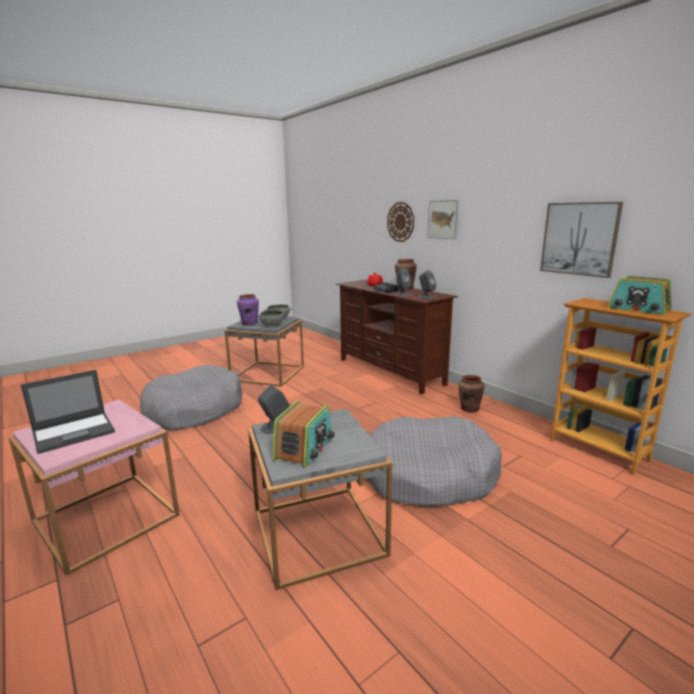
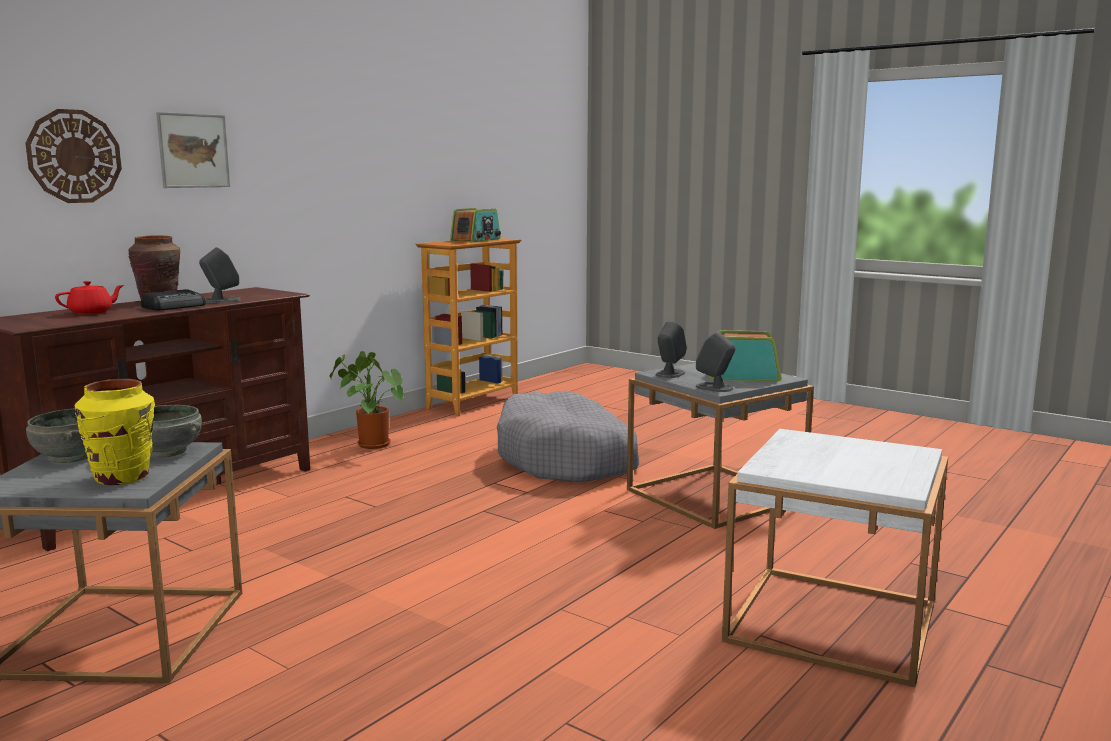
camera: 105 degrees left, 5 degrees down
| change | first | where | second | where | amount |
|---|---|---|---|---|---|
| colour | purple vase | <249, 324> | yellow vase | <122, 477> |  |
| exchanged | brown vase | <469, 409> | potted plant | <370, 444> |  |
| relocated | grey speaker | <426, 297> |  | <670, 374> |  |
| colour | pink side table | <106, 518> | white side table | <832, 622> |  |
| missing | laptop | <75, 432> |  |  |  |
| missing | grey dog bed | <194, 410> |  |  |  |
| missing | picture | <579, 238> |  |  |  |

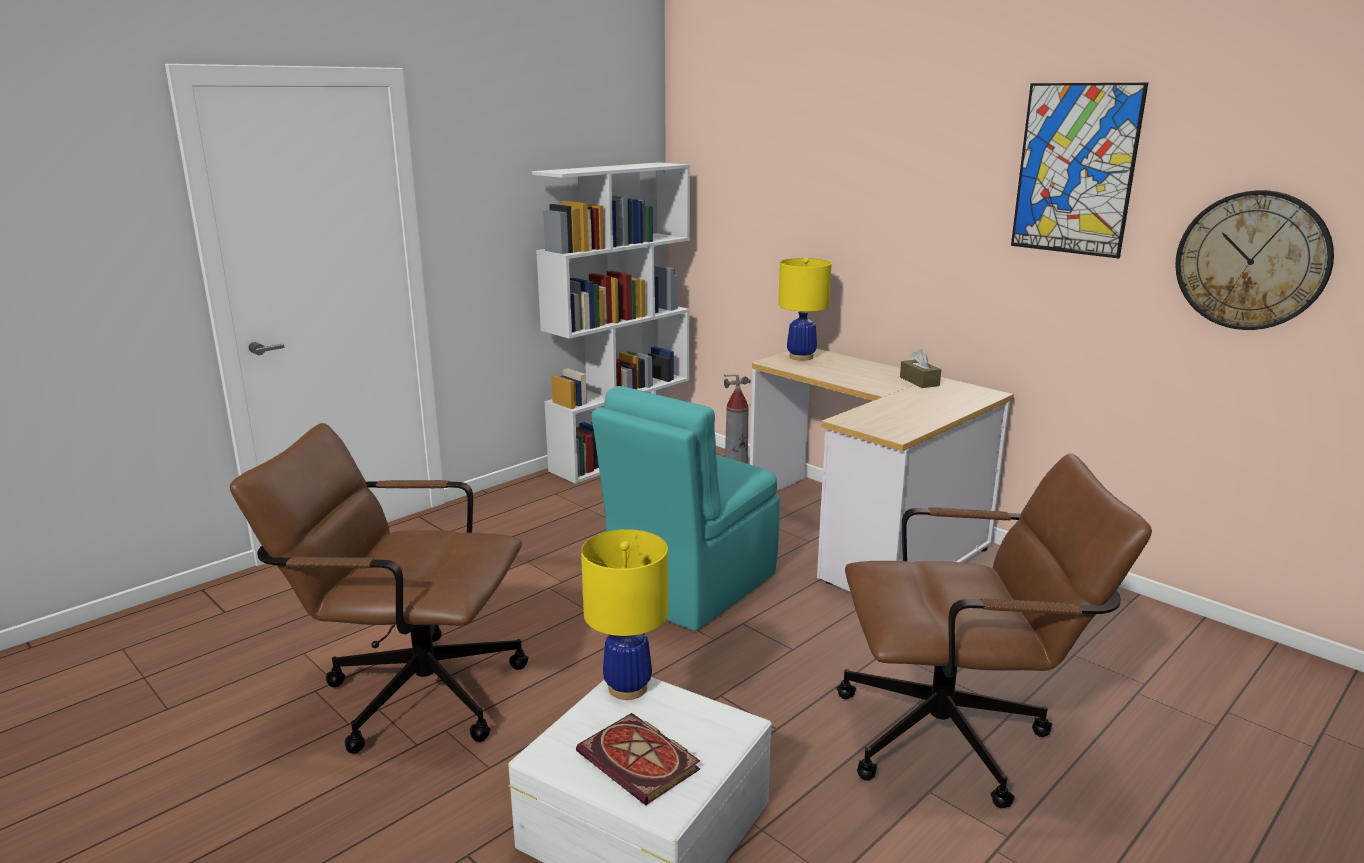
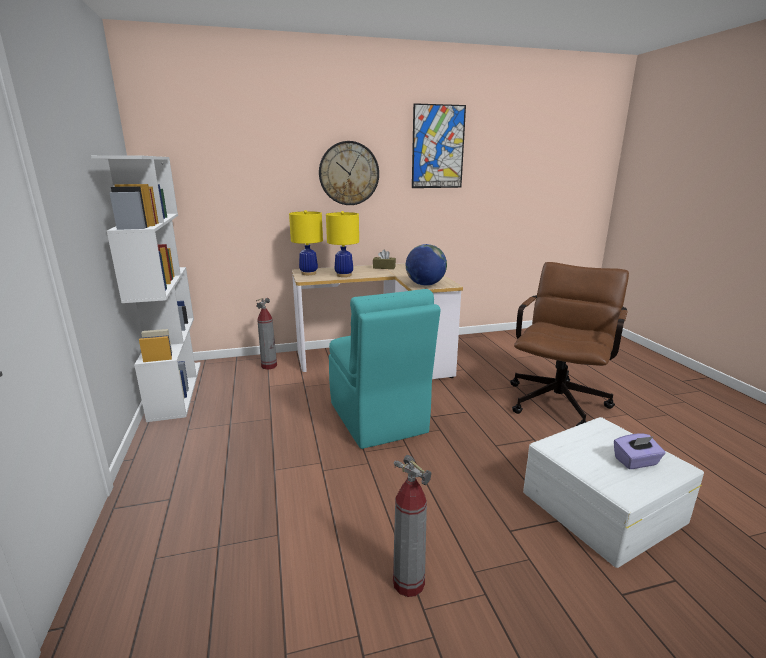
camera: 60 degrees left, 0 degrees up
| change | first | where | second | where | amount |
|---|---|---|---|---|---|
| relocated | wall clock | <1251, 260> |  | <349, 173> |  |
| relocated | yellow table lamp | <627, 688> |  | <344, 275> |  |
| exchanged | brown office chair | <408, 691> | fire extinguisher | <408, 583> |  |
| appeared |  |  | globe | <425, 285> |  |
| exchanged | book | <641, 762> | purple tissue box | <636, 462> |  |

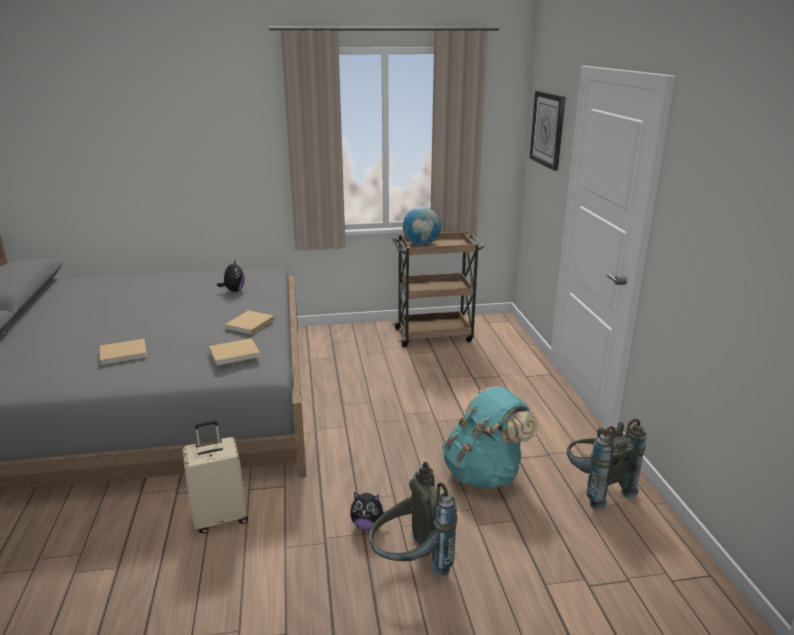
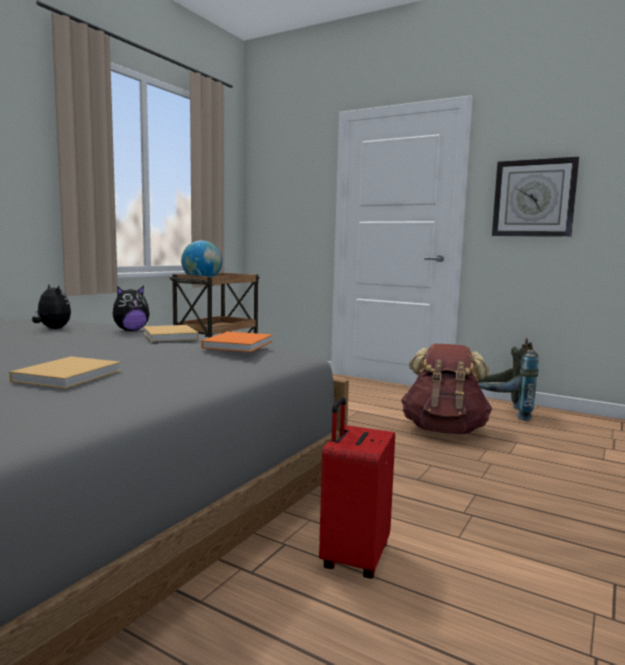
camera: 50 degrees left, 15 degrees down
| change | first | where | second | where | amount |
|---|---|---|---|---|---|
| relocated | plush toy | <367, 525> |  | <130, 330> |  |
| colour | beige book | <236, 353> | orange book | <239, 344> |  |
| colour | beige suitcase | <220, 518> | red suitcase | <353, 557> |  |
| colour | turquoise backpack | <484, 473> | brown backpack | <444, 430> |  |
| relocated | wall clock | <548, 129> |  | <534, 198> |  |
| missing | grey backpack | <410, 564> |  |  |  |

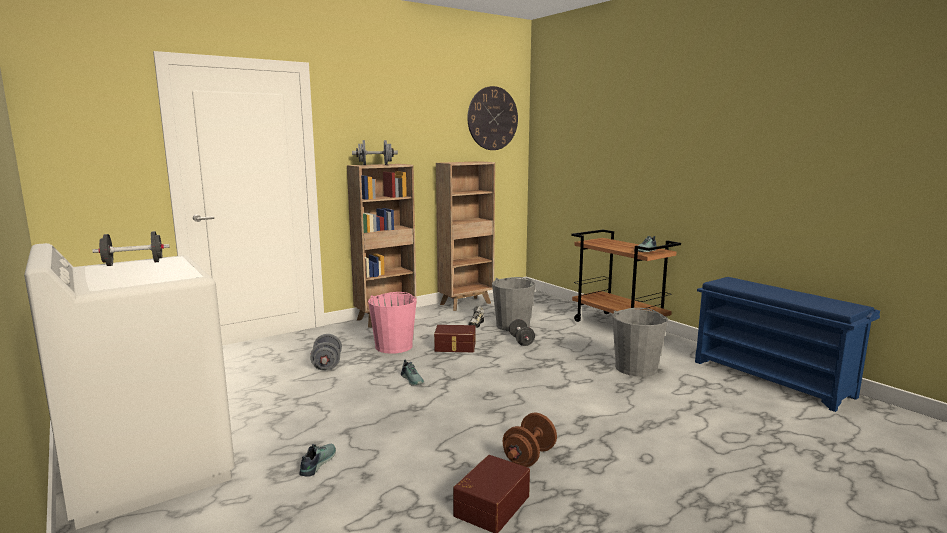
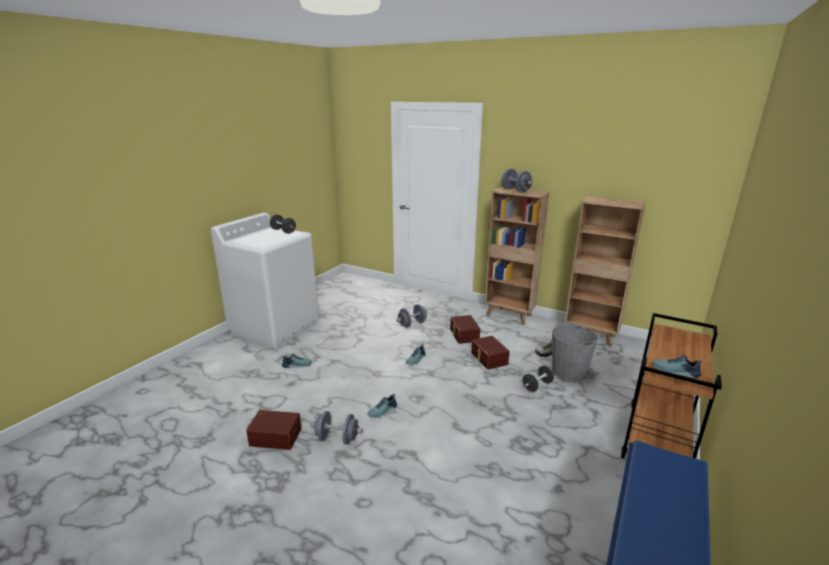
camera: 65 degrees right, 10 degrees up
| change | first | where | second | where | amount |
|---|---|---|---|---|---|
| colour | brown dumbbell | <529, 457> | grey dumbbell | <337, 438> |  |
| appeared |  |  | shoe | <383, 411> |  |
| exchanged | pink bucket | <394, 346> | brown storage box | <463, 335> |  |
| missing | wall clock | <492, 118> |  |  |  |
| missing | grey bucket | <636, 368> |  |  |  |

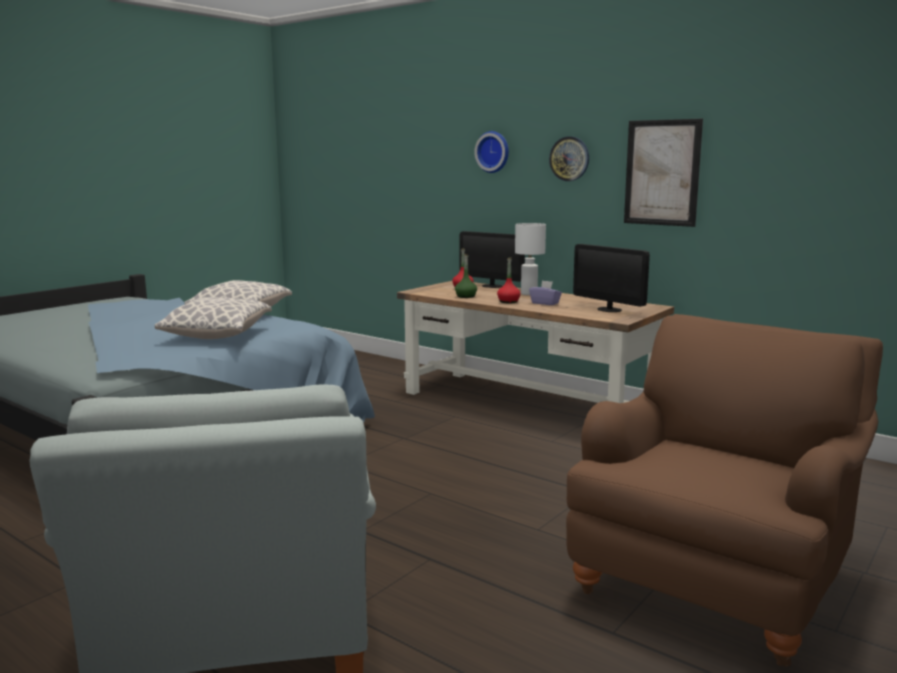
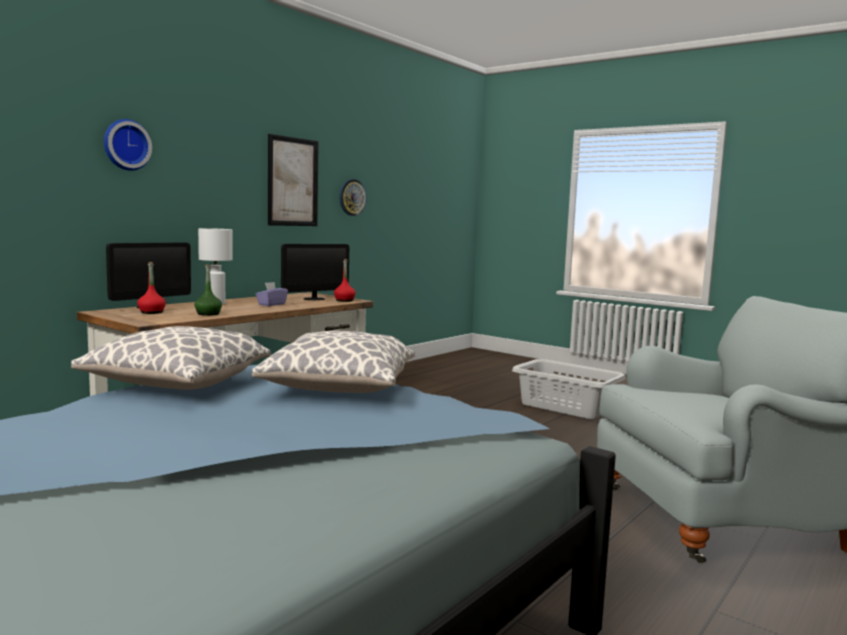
camera: 90 degrees left, 5 degrees down
| change | first | where | second | where | amount |
|---|---|---|---|---|---|
| relocated | red bottle | <508, 302> |  | <344, 300> |  |
| relocated | wall clock | <569, 158> |  | <352, 197> |  |
| exchanged | brown armchair | <715, 579> | grey laundry basket | <565, 406> |  |

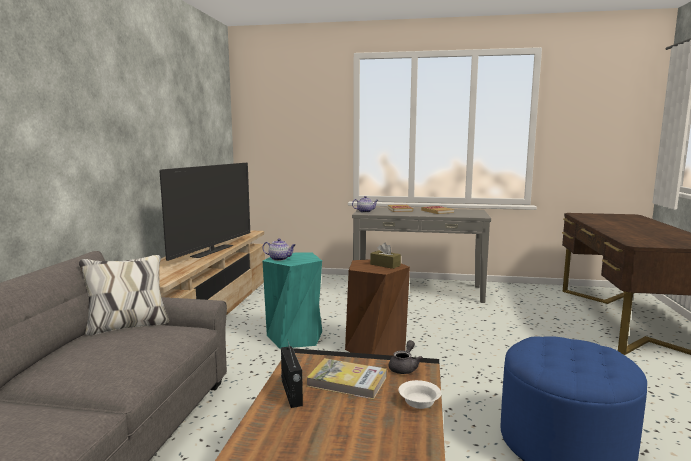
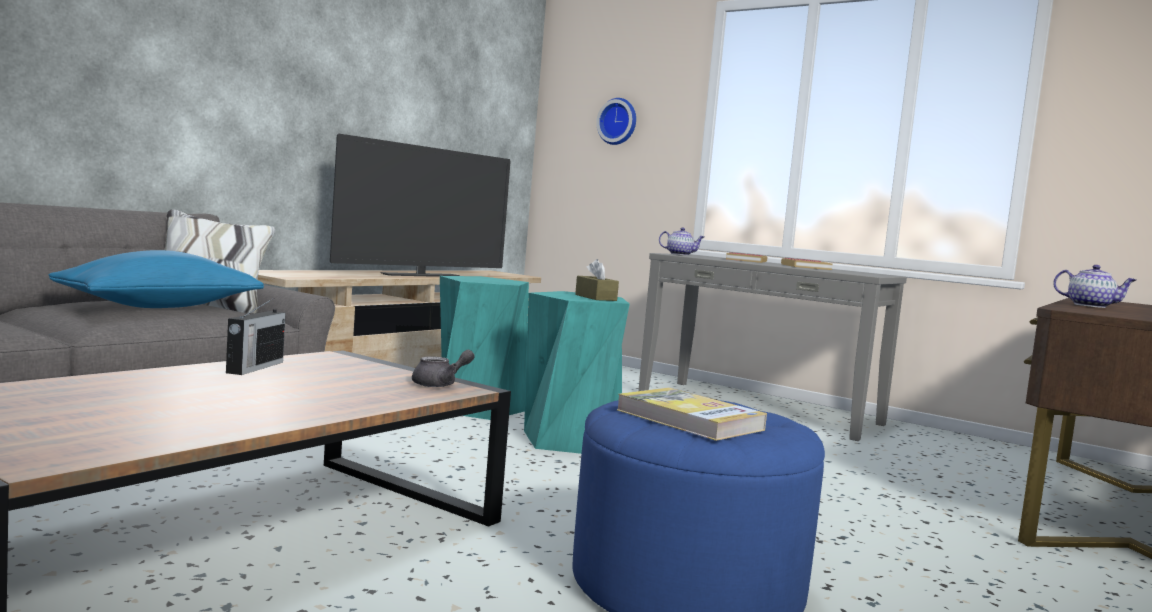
camera: 25 degrees right, 5 degrees down
| change | first | where | second | where | amount |
|---|---|---|---|---|---|
| appeared |  |  | blue pillow | <160, 306> |  |
| colour | brown stool | <376, 349> | turquoise stool | <571, 440> |  |
| appeared |  |  | wall clock | <618, 122> |  |
| relocated | book | <347, 381> |  | <689, 420> |  |
| relocated | teapot | <280, 259> |  | <1091, 306> |  |
| missing | white bowl | <420, 401> |  |  |  |

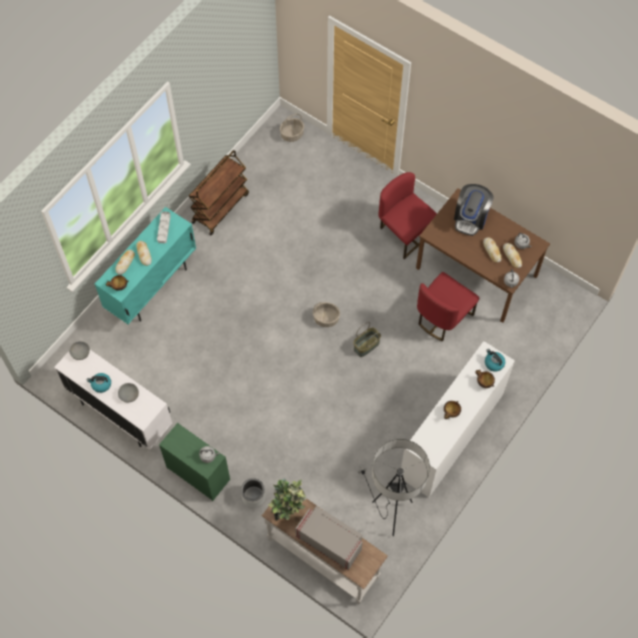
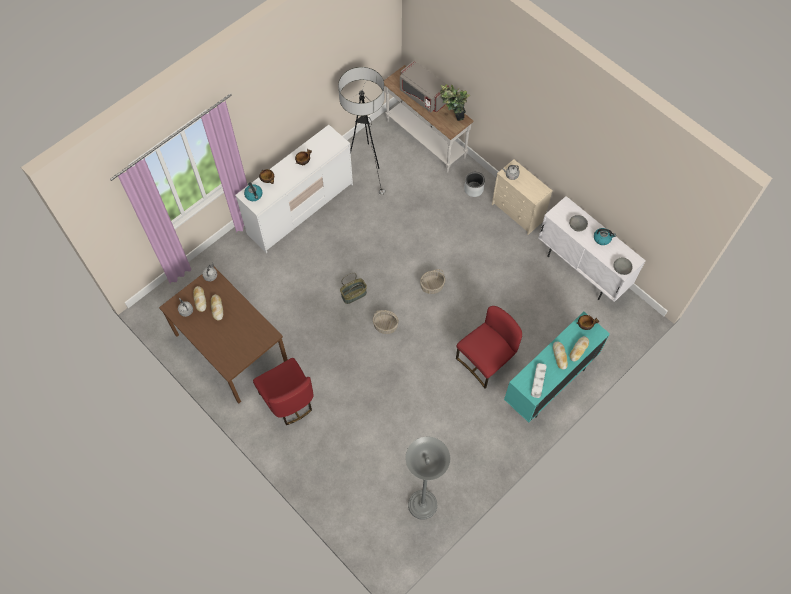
camera: 170 degrees left, 0 degrees up
| change | first | where | second | where | amount |
|---|---|---|---|---|---|
| appeared |  |  | grey floor lamp | <422, 505> |  |
| relocated | basket | <292, 134> |  | <432, 286> |  |
| relocated | red chair | <443, 317> |  | <486, 360> |  |
| colour | green dresser | <197, 473> | beige dresser | <518, 213> |  |
| missing | brown cart | <220, 207> |  |  |  |
| missing | coffee machine | <471, 218> |  |  |  |

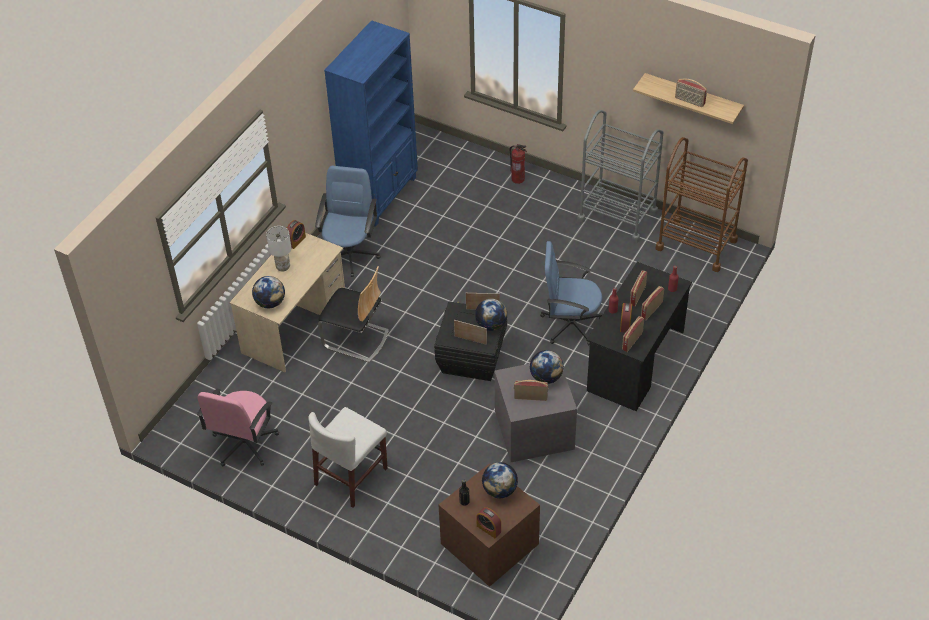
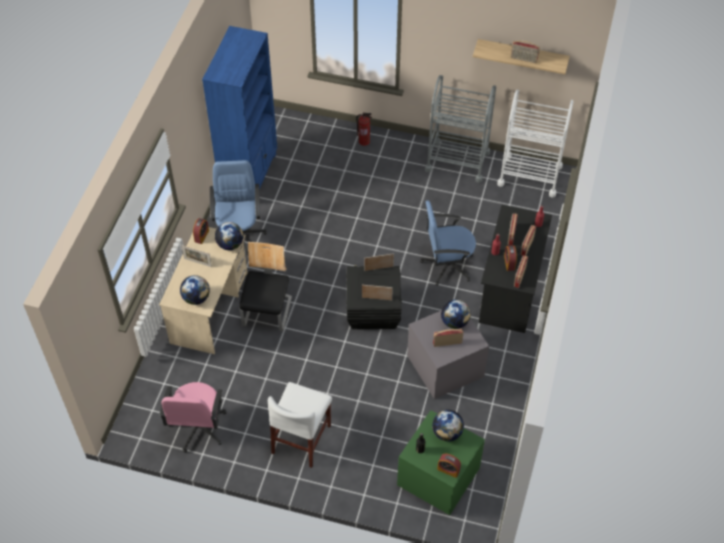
camera: 15 degrees left, 5 degrees up
| change | first | where | second | where | amount |
|---|---|---|---|---|---|
| exchanged | white table lamp | <283, 267> | picture frame | <198, 262> |  |
| relocated | globe | <491, 325> |  | <230, 244> |  |
| spun | chair | <356, 339> |  | <268, 312> | 90 degrees counterclockwise |
| colour | brown storage box | <491, 544> | green storage box | <439, 476> |  |
| colour | brown cart | <696, 244> | white cart | <529, 175> |  |

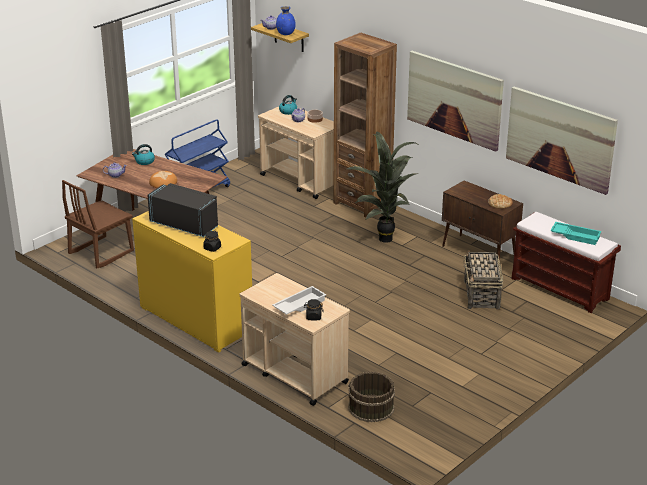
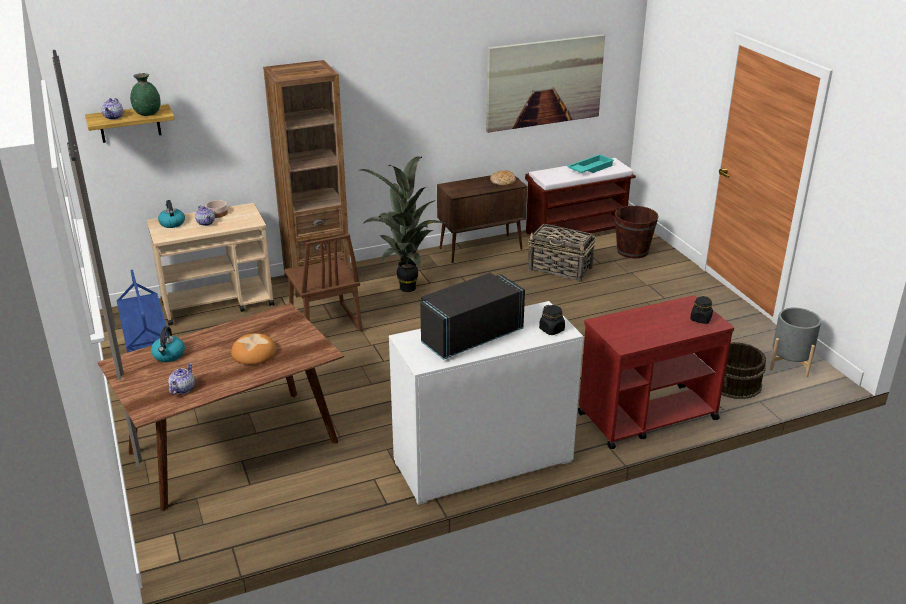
camera: 65 degrees left, 0 degrees up
| change | first | where | second | where | amount |
|---|---|---|---|---|---|
| colour | blue vase | <285, 33> | green vase | <147, 114> |  |
| relocated | brown chair | <100, 252> |  | <324, 323> |  |
| colour | yellow dresser | <196, 320> | white dresser | <483, 462> |  |
| colour | beige cart | <294, 373> | red cart | <646, 416> |  |
| appeared |  |  | brown bucket | <632, 251> |  |
| appeared |  |  | grey planter | <789, 364> |  |
| missing | white tray | <299, 305> |  |  |  |
| missing | picture | <454, 99> |  |  |  |

